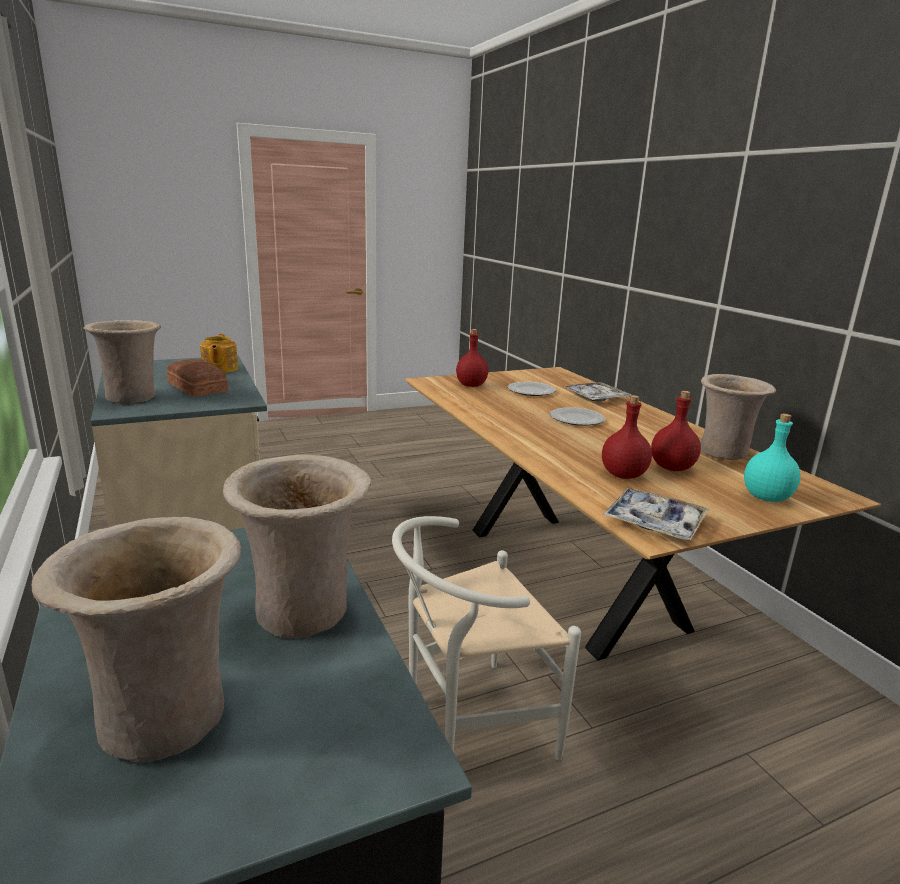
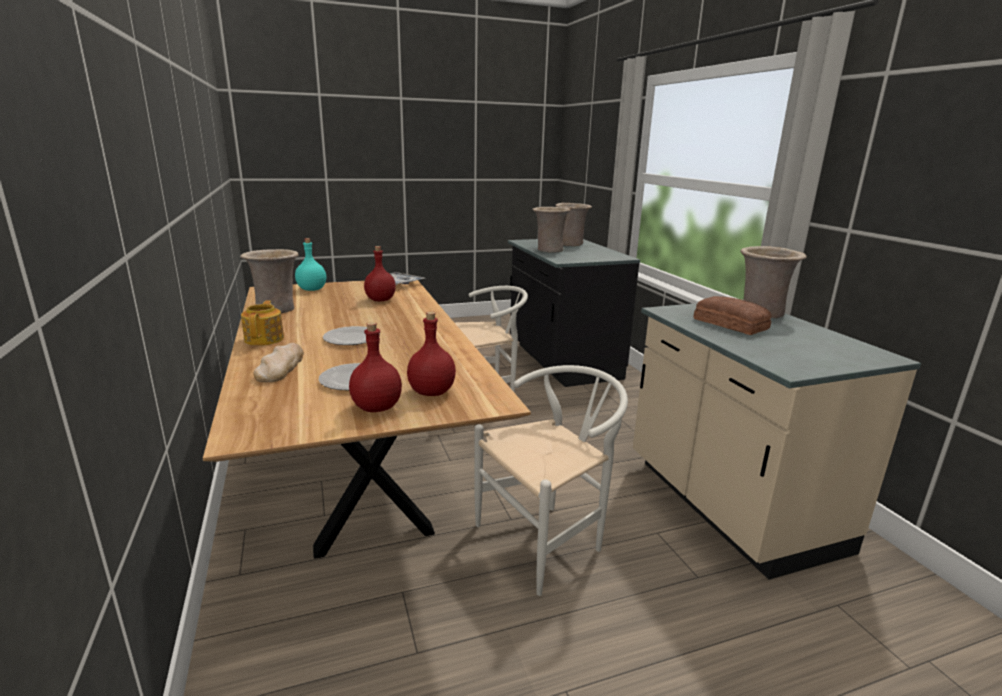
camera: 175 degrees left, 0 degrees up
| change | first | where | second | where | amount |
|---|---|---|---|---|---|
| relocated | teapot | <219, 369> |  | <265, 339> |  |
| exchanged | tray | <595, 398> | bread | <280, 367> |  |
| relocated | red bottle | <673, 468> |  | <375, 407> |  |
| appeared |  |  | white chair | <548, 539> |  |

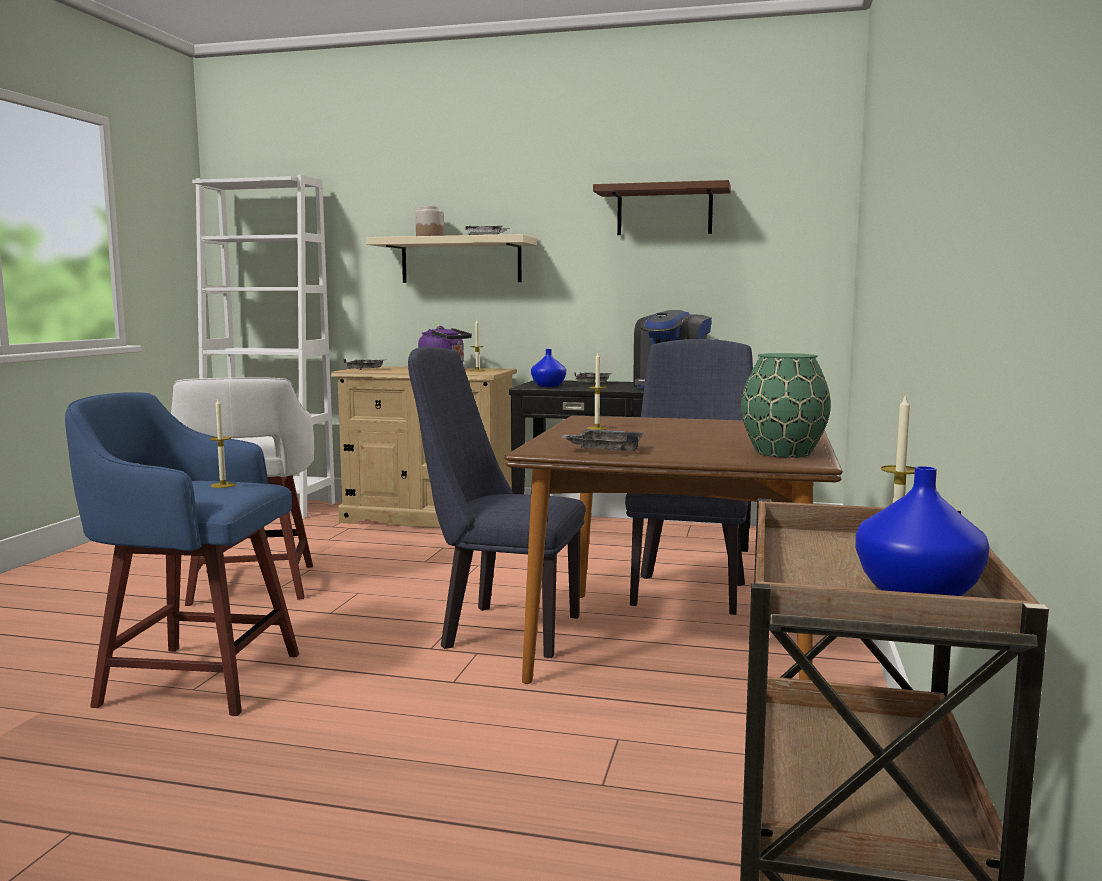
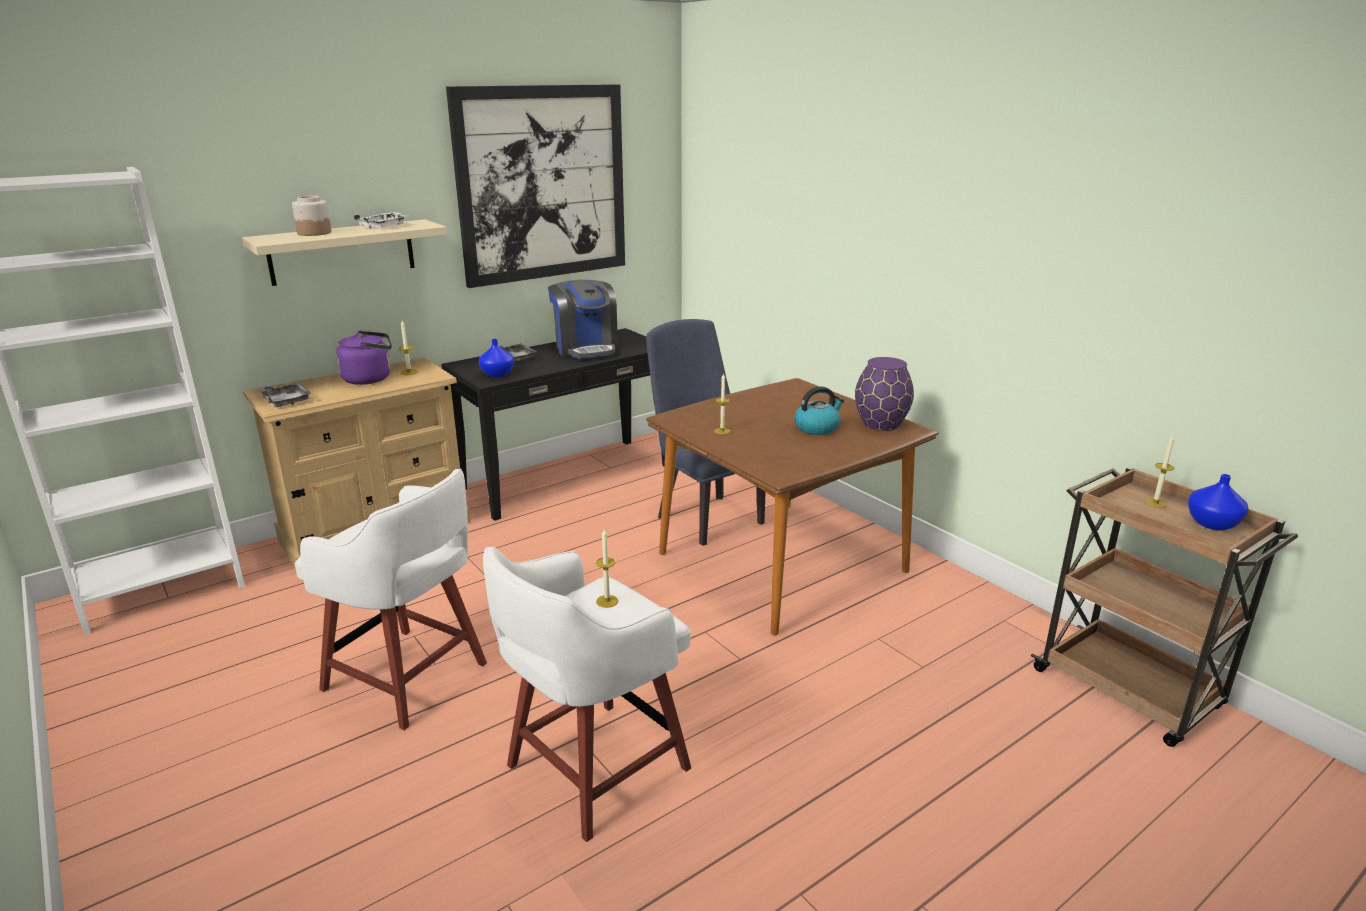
camera: 50 degrees left, 15 degrees up
| change | first | where | second | where | amount |
|---|---|---|---|---|---|
| exchanged | brown shelf | <664, 211> | picture | <542, 184> |  |
| colour | blue stool | <195, 678> | white stool | <592, 769> |  |
| appeared |  |  | kettle | <817, 428> |  |
| colour | green vase | <782, 452> | purple vase | <880, 424> |  |
| missing | blue chair | <499, 630> |  |  |  |
| missing | grey tray | <606, 450> |  |  |  |

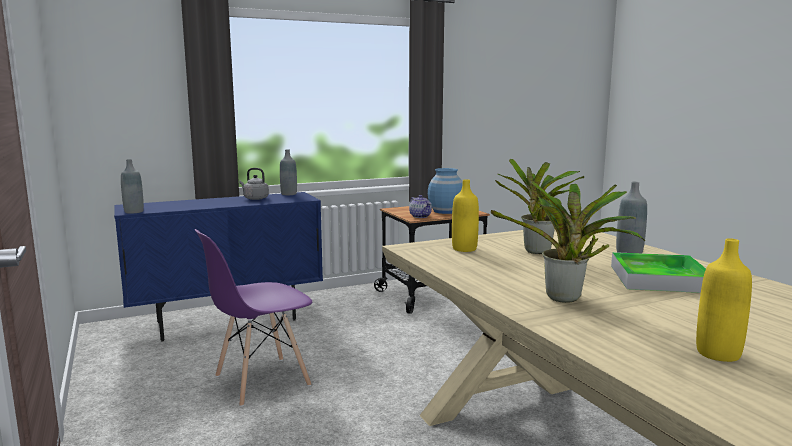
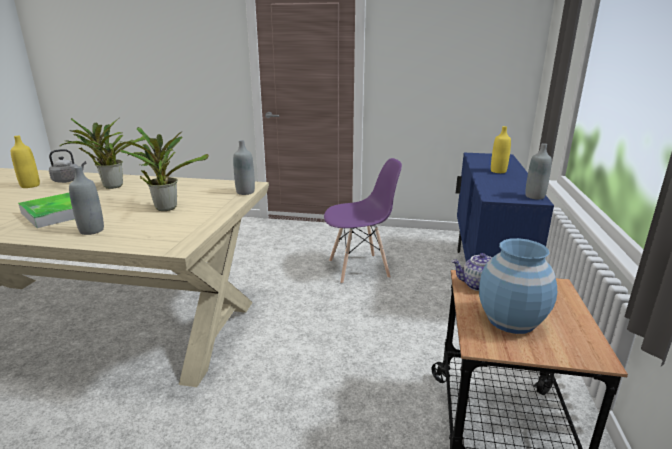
camera: 125 degrees right, 10 degrees up
| change | first | where | second | where | amount |
|---|---|---|---|---|---|
| relocated | grey kettle | <254, 198> |  | <68, 180> |  |
| relocated | grey bottle | <134, 212> |  | <245, 192> |  |
| spun | purple chair | <261, 381> |  | <359, 269> | 75 degrees clockwise |
| relocated | yellow bottle | <464, 249> |  | <498, 171> |  |

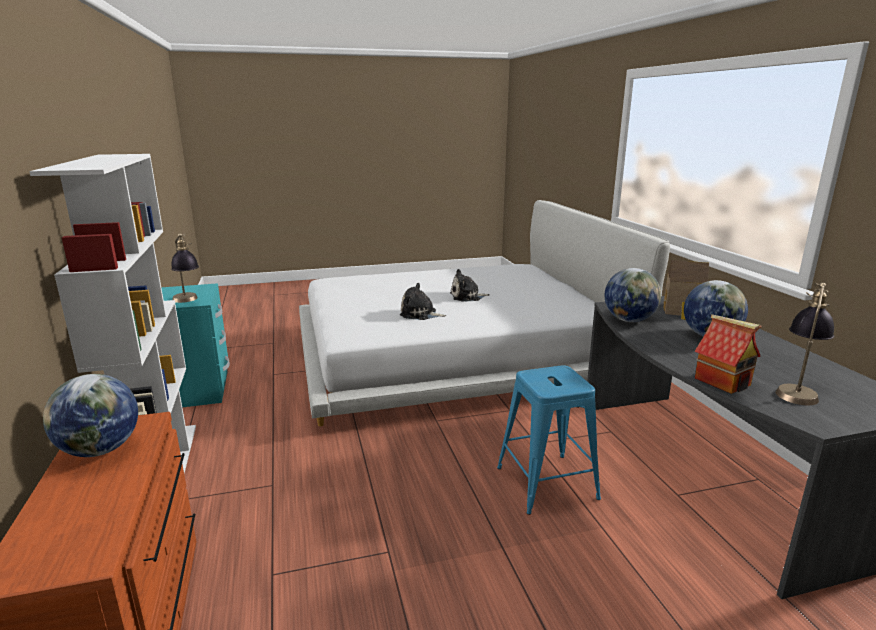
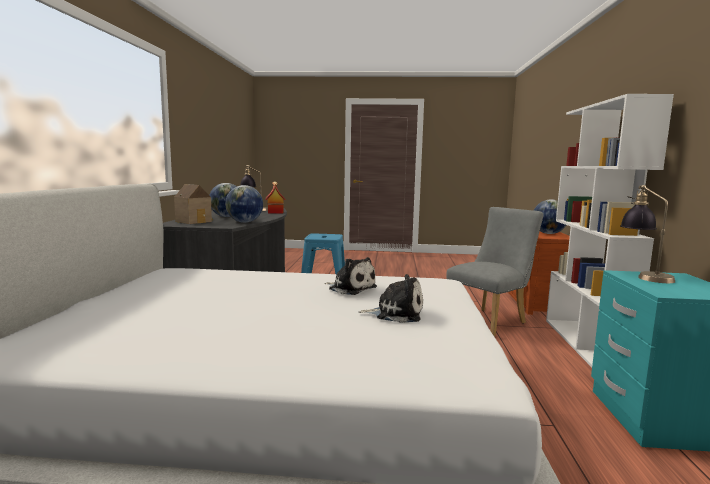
camera: 160 degrees left, 10 degrees down
| change | first | where | second | where | amount |
|---|---|---|---|---|---|
| relocated | plush toy | <467, 297> |  | <396, 313> |  |
| appeared |  |  | grey chair | <490, 321> |  |

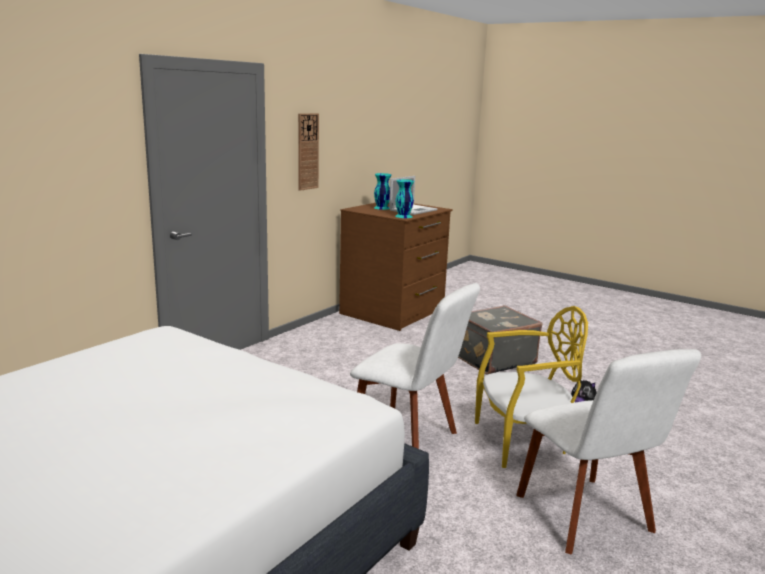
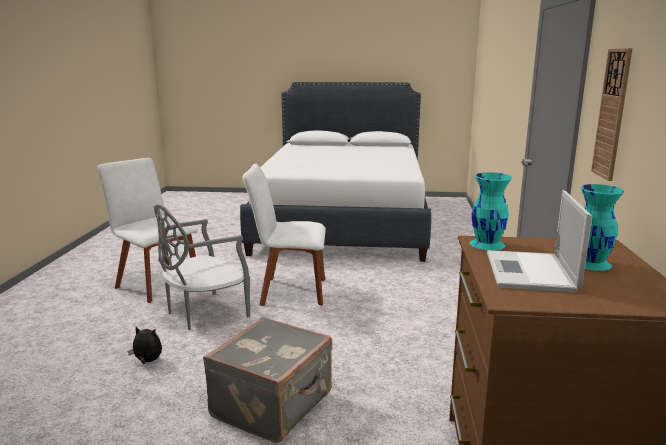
camera: 150 degrees right, 0 degrees up
| change | first | where | second | where | amount |
|---|---|---|---|---|---|
| colour | yellow chair | <523, 442> | grey chair | <204, 313> |  |

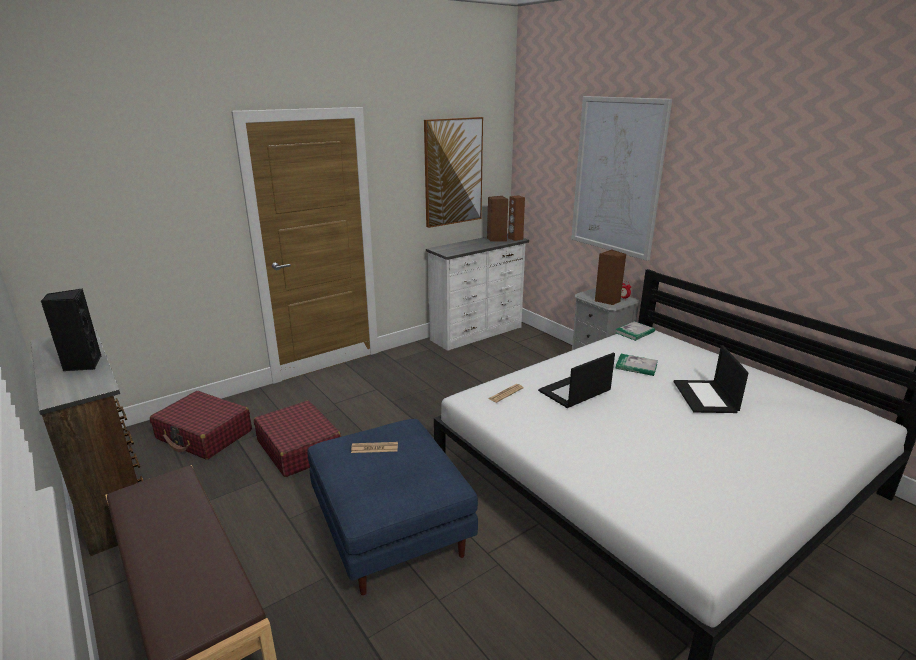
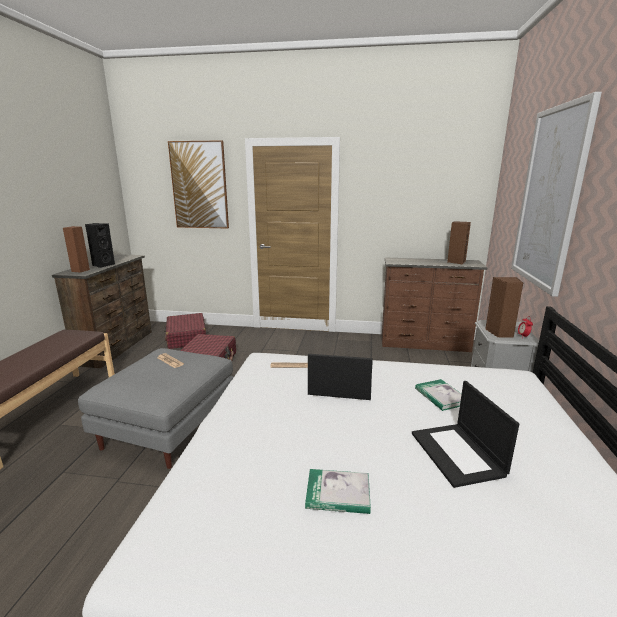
camera: 45 degrees right, 5 degrees down
| change | first | where | second | where | amount |
|---|---|---|---|---|---|
| relocated | brown speaker | <515, 238> |  | <80, 270> |  |
| colour | blue ottoman | <392, 530> | grey ottoman | <168, 428> |  |
| relocated | picture | <453, 172> |  | <199, 185> |  |
| relocated | book | <634, 332> |  | <338, 493> |  |
| colour | white dresser | <478, 333> | brown dresser | <425, 344> |  |
| spun | laptop | <706, 397> |  | <458, 454> | 60 degrees counterclockwise |

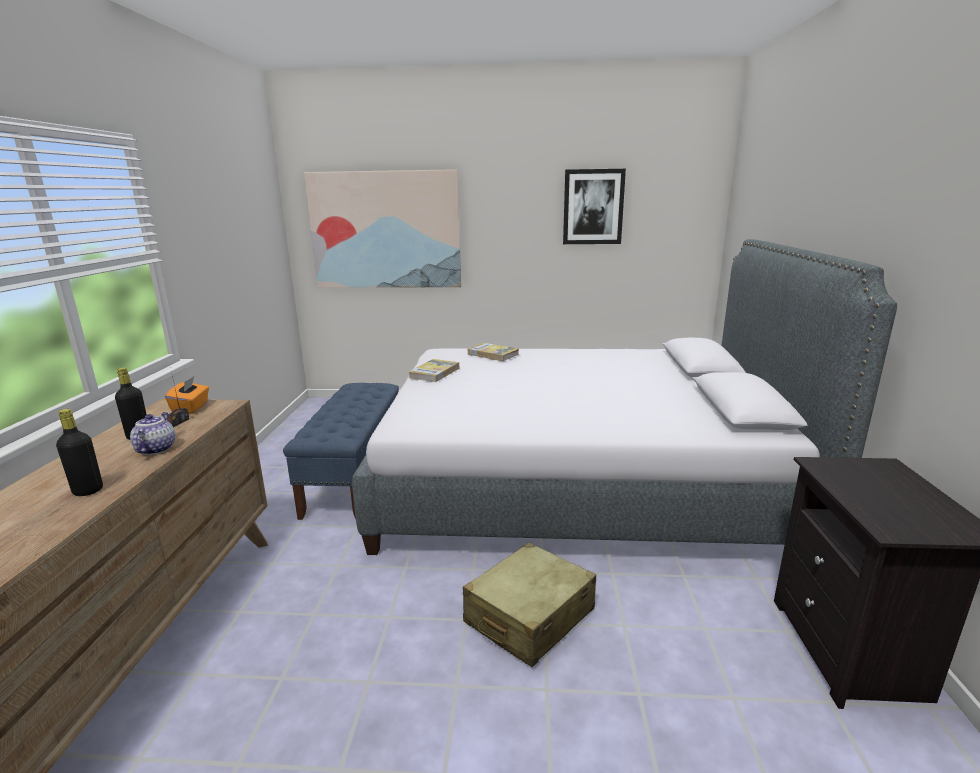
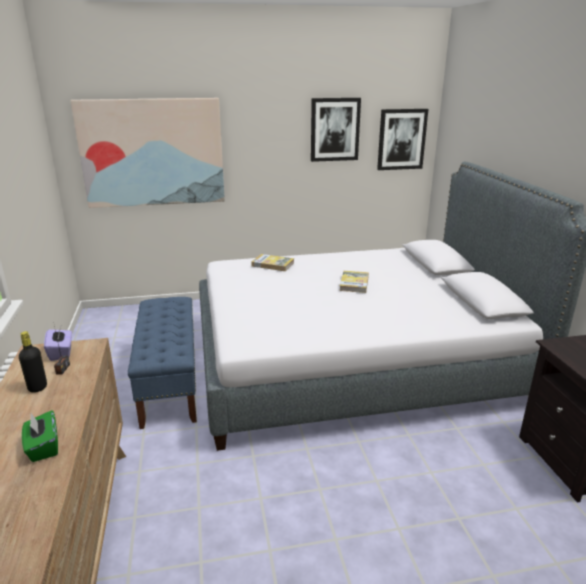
camera: 15 degrees left, 5 degrees up
| change | first | where | second | where | amount |
|---|---|---|---|---|---|
| exchanged | black bottle | <88, 491> | green tissue box | <43, 447> |  |
| colour | orange tissue box | <191, 408> | purple tissue box | <61, 352> |  |
| relocated | book | <434, 373> |  | <354, 283> |  |
| appeared |  |  | picture | <401, 139> |  |
| missing | teapot | <156, 449> |  |  |  |
| missing | beige suitcase | <529, 617> |  |  |  |

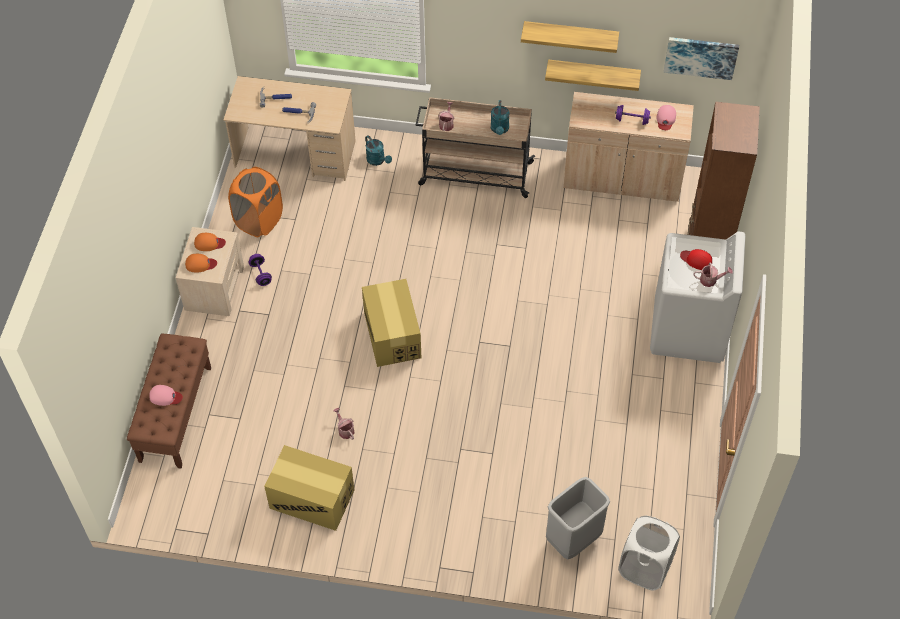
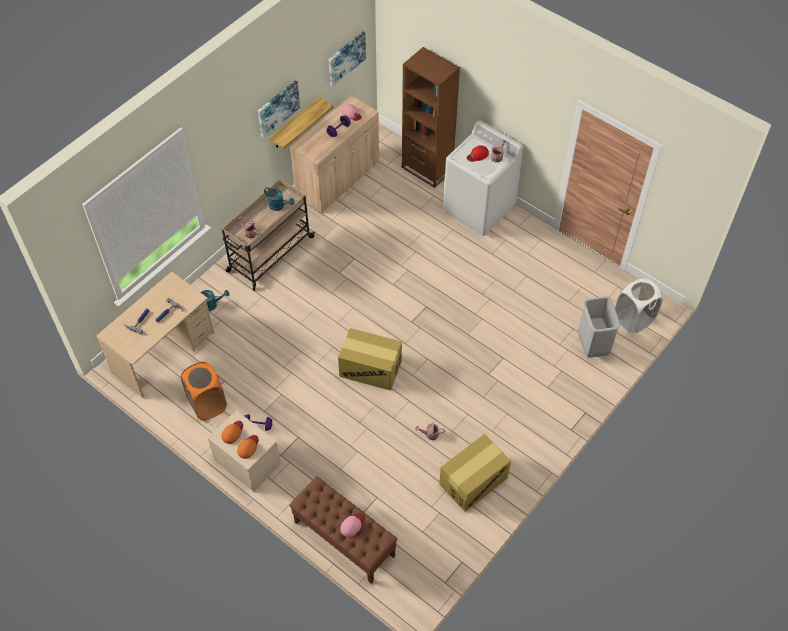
camera: 60 degrees left, 0 degrees up
| change | first | where | second | where | amount |
|---|---|---|---|---|---|
| exchanged | shelf | <570, 35> | picture | <277, 108> |  |

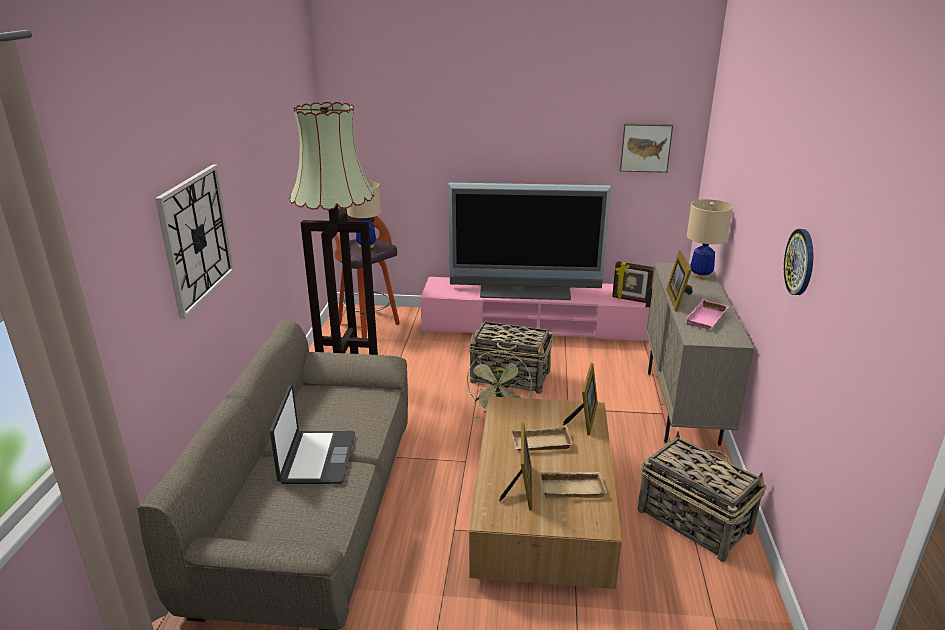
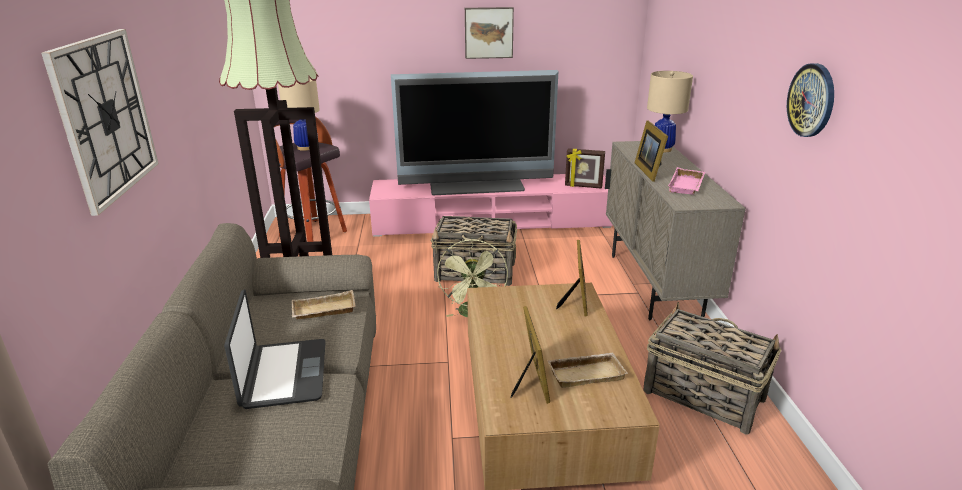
camera: 10 degrees left, 0 degrees up
| change | first | where | second | where | amount |
|---|---|---|---|---|---|
| relocated | beige tray | <540, 444> |  | <323, 311> |  |
| relocated | picture | <645, 147> |  | <488, 32> |  |

